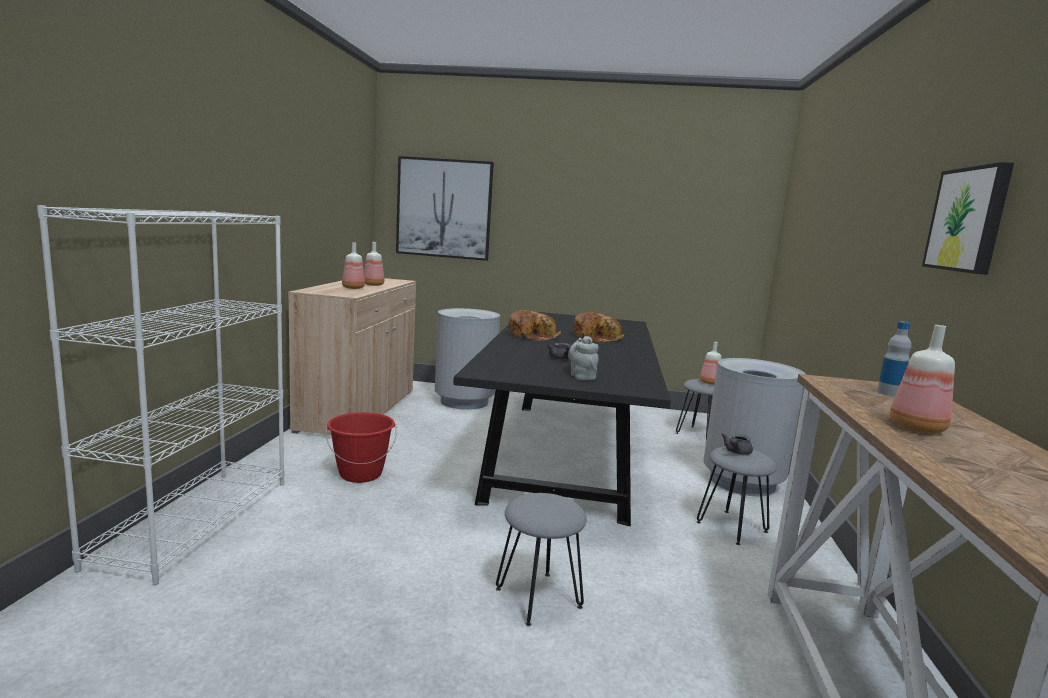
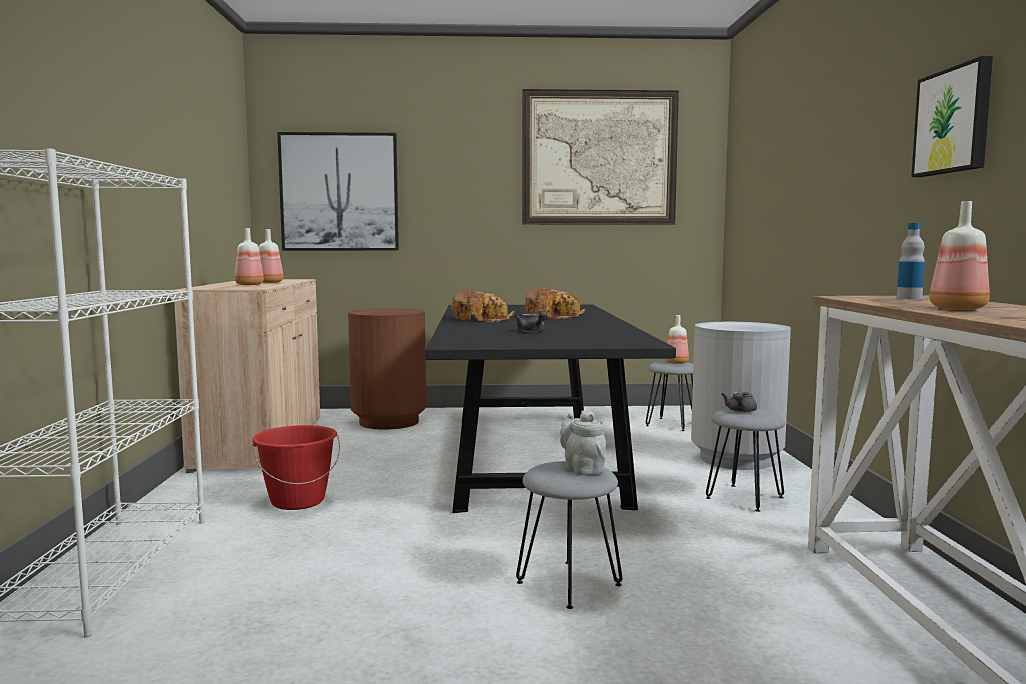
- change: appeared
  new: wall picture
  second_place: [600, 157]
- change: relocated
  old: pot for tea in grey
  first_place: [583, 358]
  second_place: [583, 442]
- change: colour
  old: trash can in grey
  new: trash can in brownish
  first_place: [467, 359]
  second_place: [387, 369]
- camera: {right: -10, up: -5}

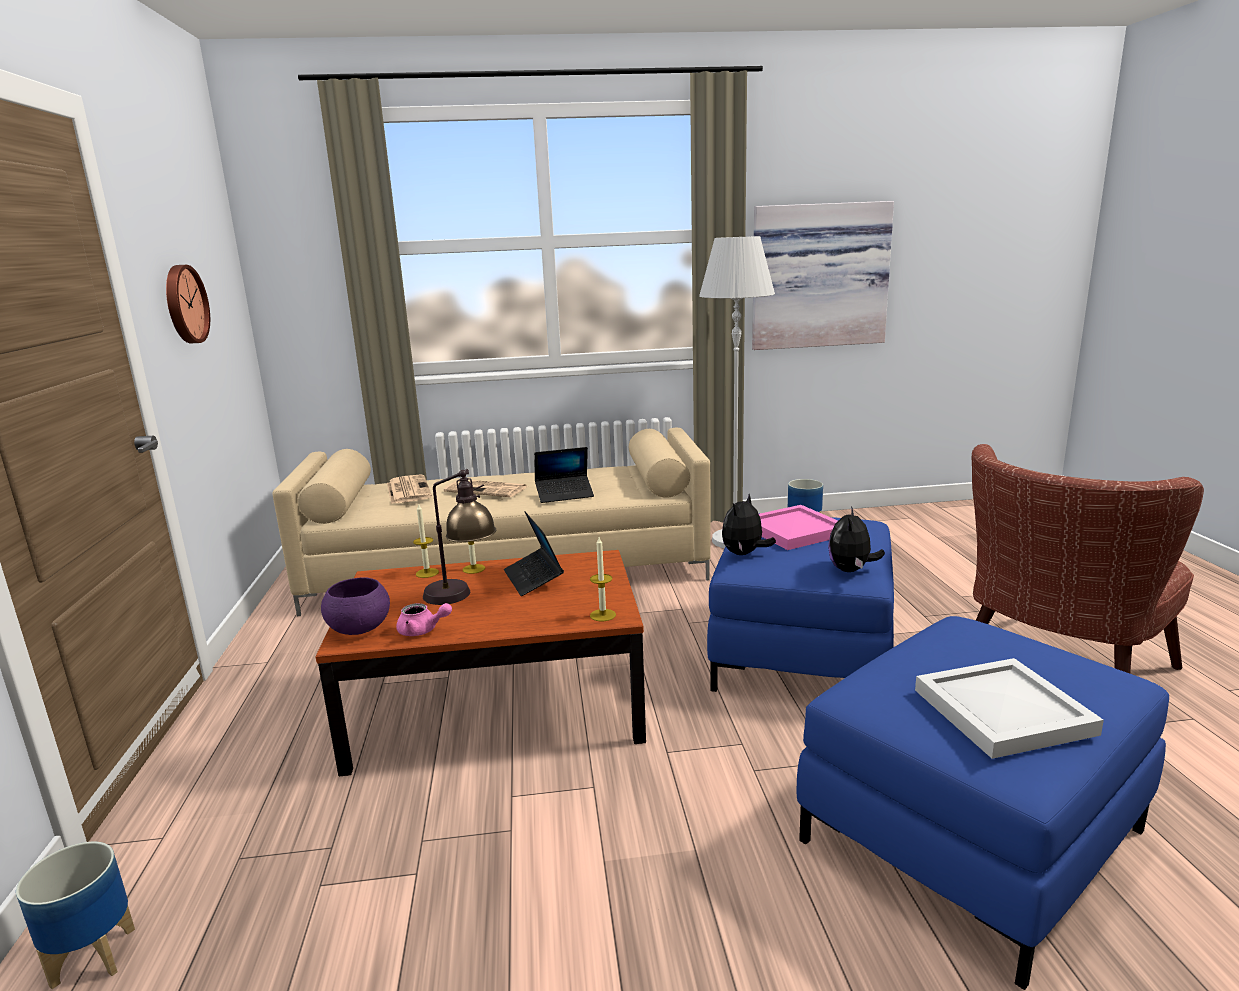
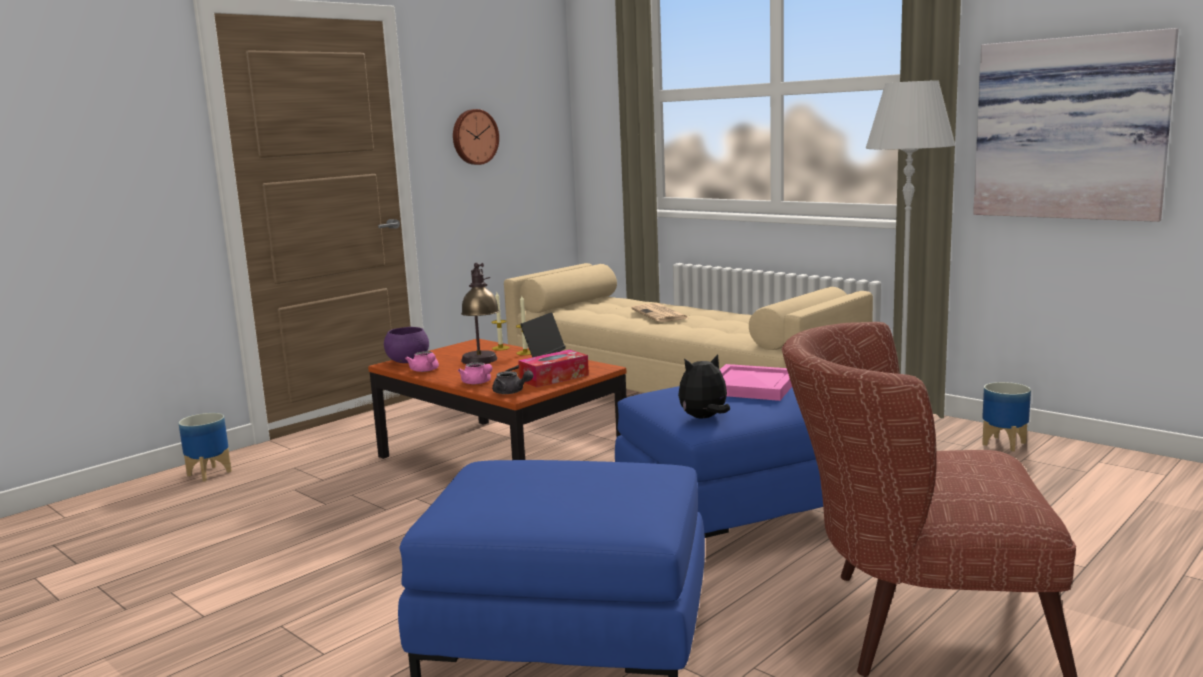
- change: missing
  old: newspaper
  first_place: [409, 489]
- change: missing
  old: notebook computer
  first_place: [564, 475]
- change: missing
  old: soft toy
  first_place: [749, 524]
- change: missing
  old: serving tray in whitish
  first_place: [1009, 708]
- change: appeared
  new: pot for tea in pink-coloured
  second_place: [475, 373]
- change: appeared
  new: tissue holder
  second_place: [553, 368]
- change: exchanged
  old: wax light
  new: pot for tea in grey
  first_place: [603, 579]
  second_place: [512, 382]
- camera: {right: 50, up: -5}

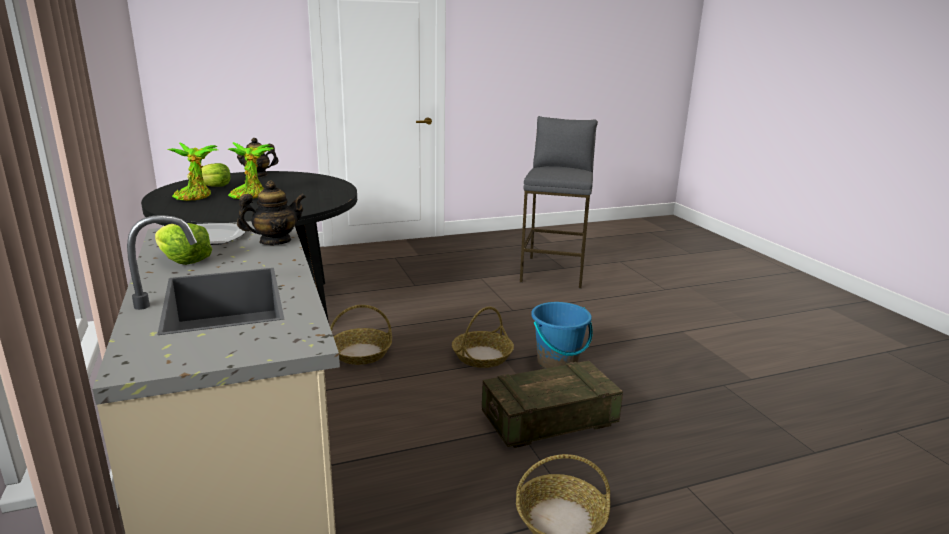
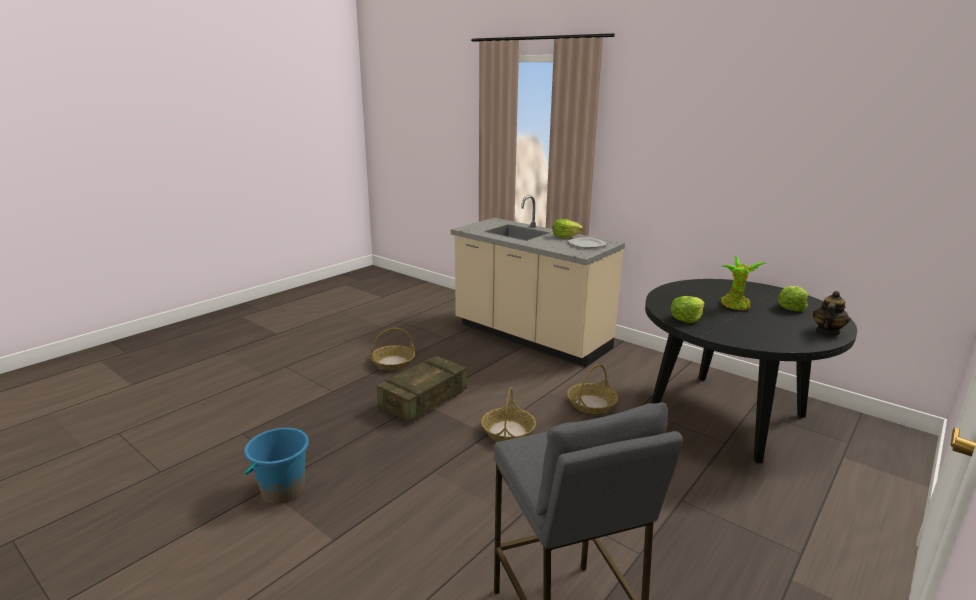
- change: missing
  old: plant in a pot
  first_place: [193, 172]
- change: missing
  old: pot for tea
  first_place: [271, 212]
- change: appeared
  new: head of lettuce
  second_place: [688, 309]
- change: relocated
  old: bucket in blue-coloured
  first_place: [562, 335]
  second_place: [276, 466]
- camera: {right: 150, up: 0}

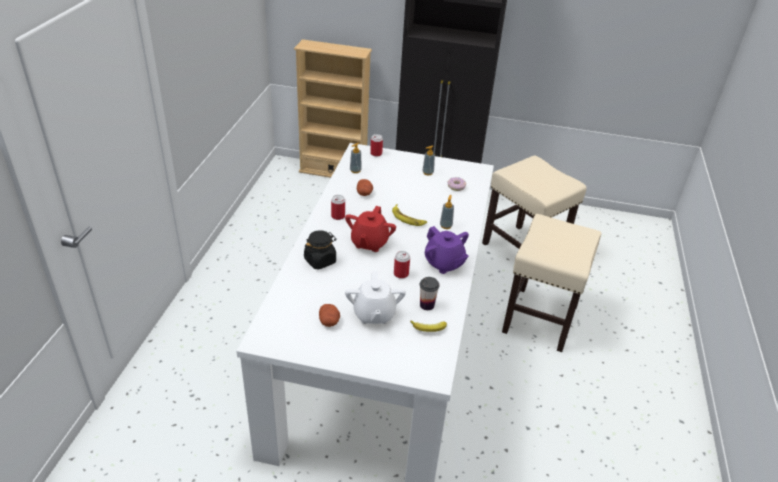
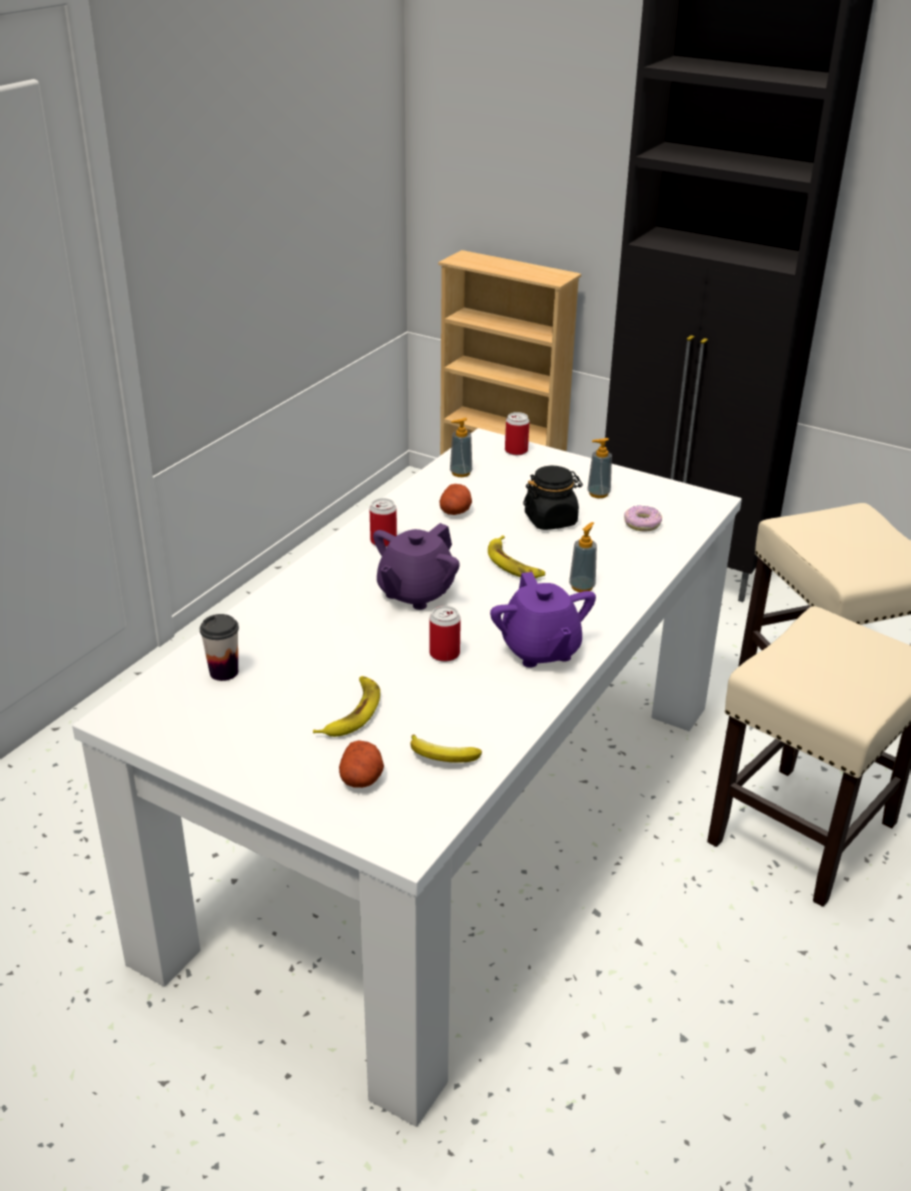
- change: relocated
  old: preserve jar in black
  first_place: [320, 250]
  second_place: [553, 498]
- change: relocated
  old: potato
  first_place: [329, 315]
  second_place: [361, 764]
- change: relocated
  old: cup
  first_place: [429, 293]
  second_place: [219, 647]
- change: exchanged
  old: pot for tea in whitish
  new: whole banana
  first_place: [375, 297]
  second_place: [346, 706]
- change: colour
  old: pot for tea in red-coloured
  new: pot for tea in purple-coloured
  first_place: [370, 229]
  second_place: [416, 566]
- camera: {right: 20, up: -5}

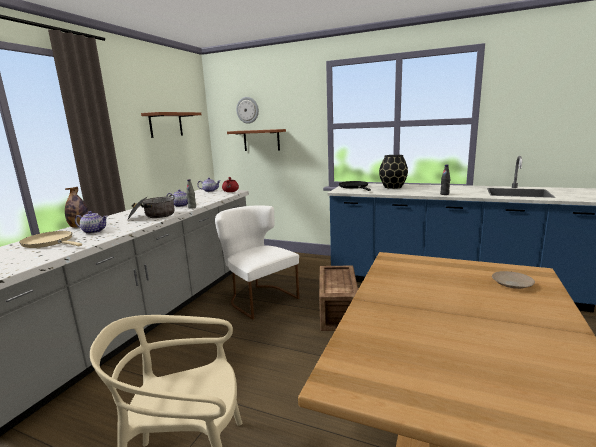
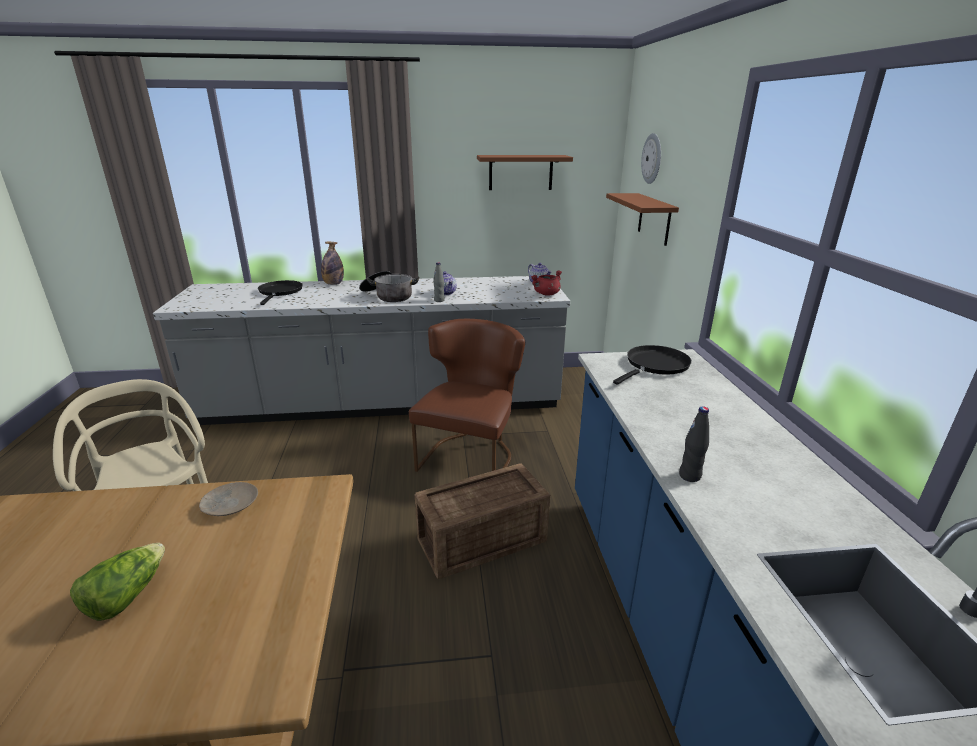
- change: missing
  old: pot for tea
  first_place: [91, 222]
- change: missing
  old: vase in black
  first_place: [393, 172]
- change: appeared
  new: head of lettuce
  second_place: [117, 582]
- change: relocated
  old: flat dish in beige-coloured
  first_place: [513, 280]
  second_place: [228, 499]
- change: colour
  old: frying pan in beige-coloured
  new: frying pan in black
  first_place: [50, 239]
  second_place: [280, 292]
- change: colour
  old: plain chair in whitish
  new: plain chair in brownish
  first_place: [257, 263]
  second_place: [467, 395]
- camera: {right: 60, up: 10}

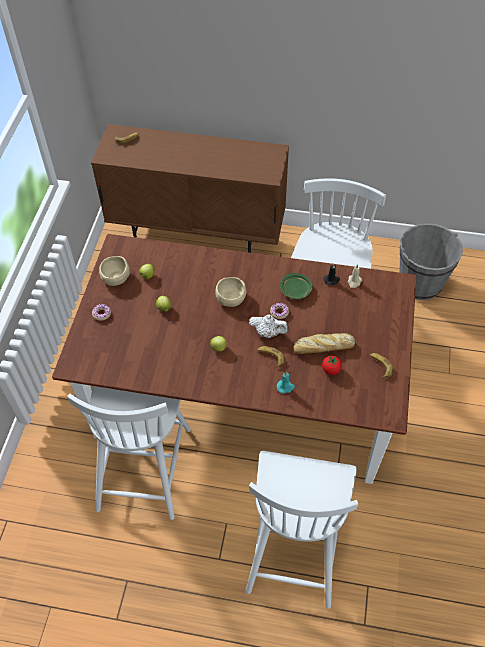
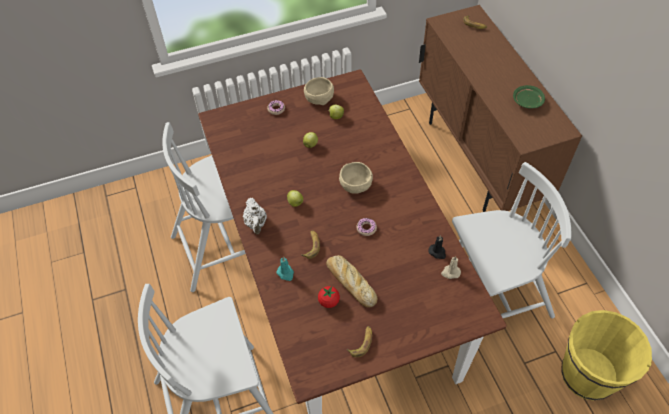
- change: relocated
  old: pot for tea in whitish
  first_place: [269, 326]
  second_place: [255, 216]
- change: relocated
  old: flat dish in green-coloured
  first_place: [296, 286]
  second_place: [529, 96]
- change: colour
  old: bucket in grey
  new: bucket in yellow-coloured
  first_place: [431, 261]
  second_place: [606, 355]
- camera: {right: 60, up: 0}

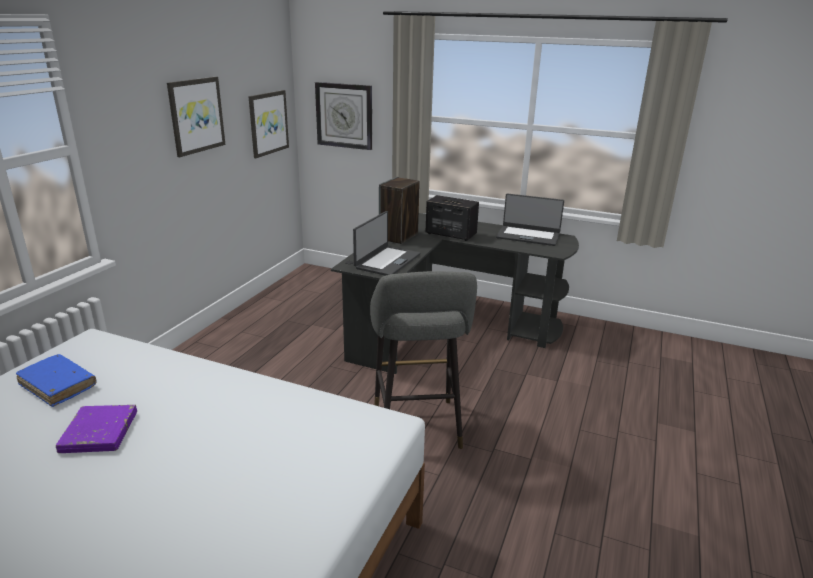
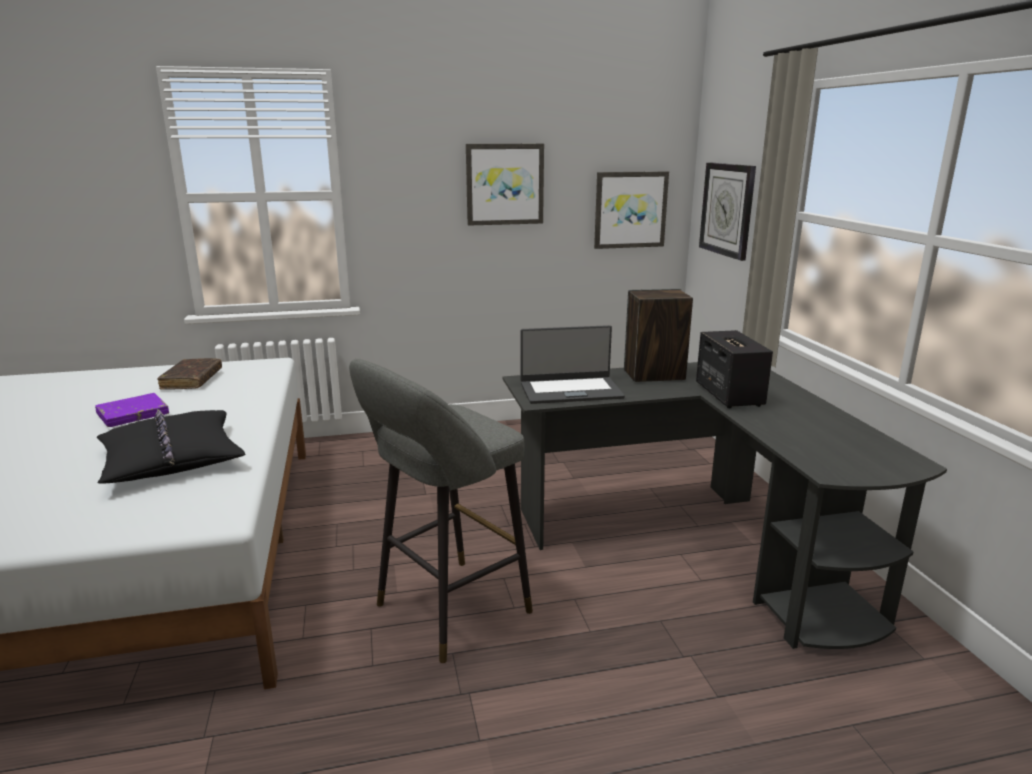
- change: missing
  old: notebook computer
  first_place: [530, 219]
- change: appeared
  new: throw pillow in black
  second_place: [171, 446]
- change: colour
  old: volume in blue-coloured
  new: volume in brownish
  first_place: [56, 380]
  second_place: [189, 374]
- camera: {right: 55, up: -5}

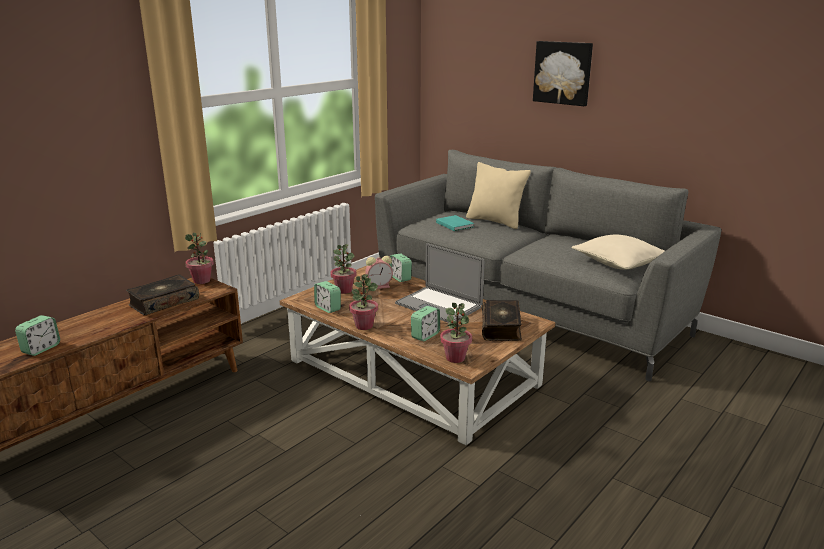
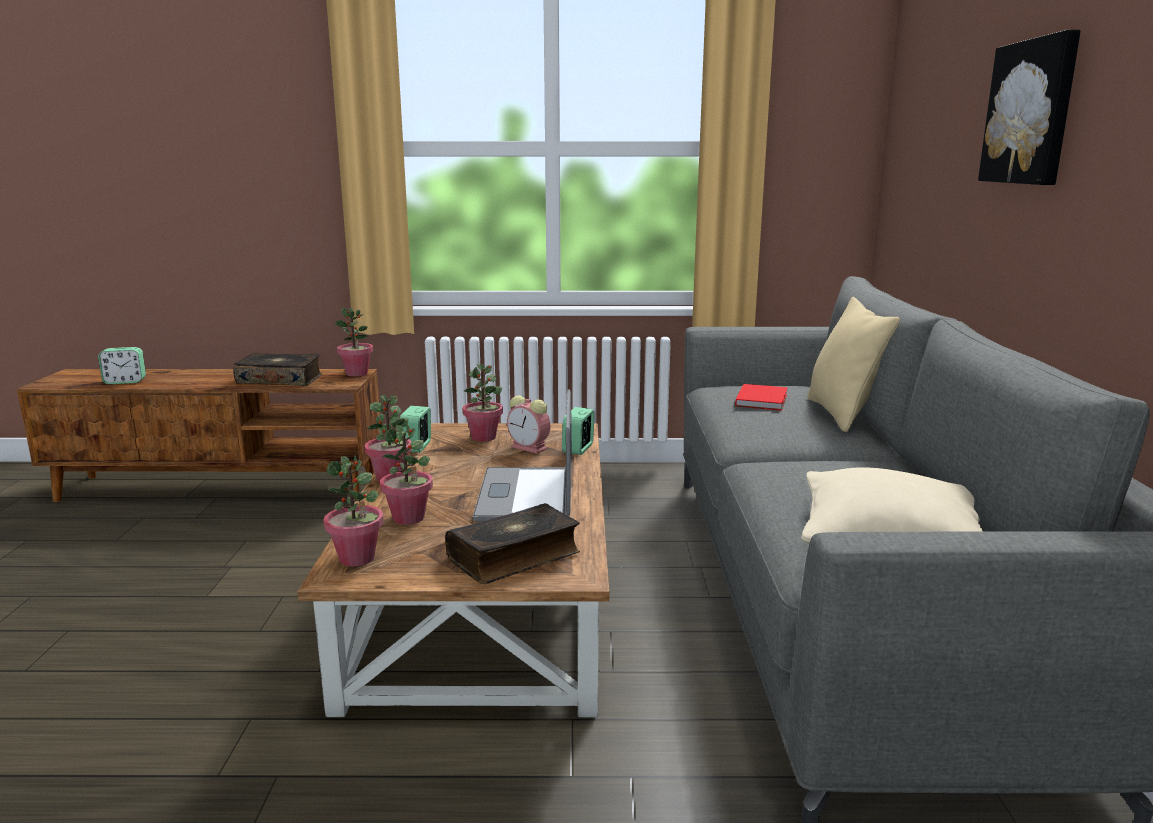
- change: exchanged
  old: alarm clock
  new: plant in a pot
  first_place: [425, 323]
  second_place: [406, 475]
- change: colour
  old: volume in blue-green
  new: volume in red-coloured
  first_place: [455, 223]
  second_place: [761, 397]
- camera: {right: 50, up: -5}

